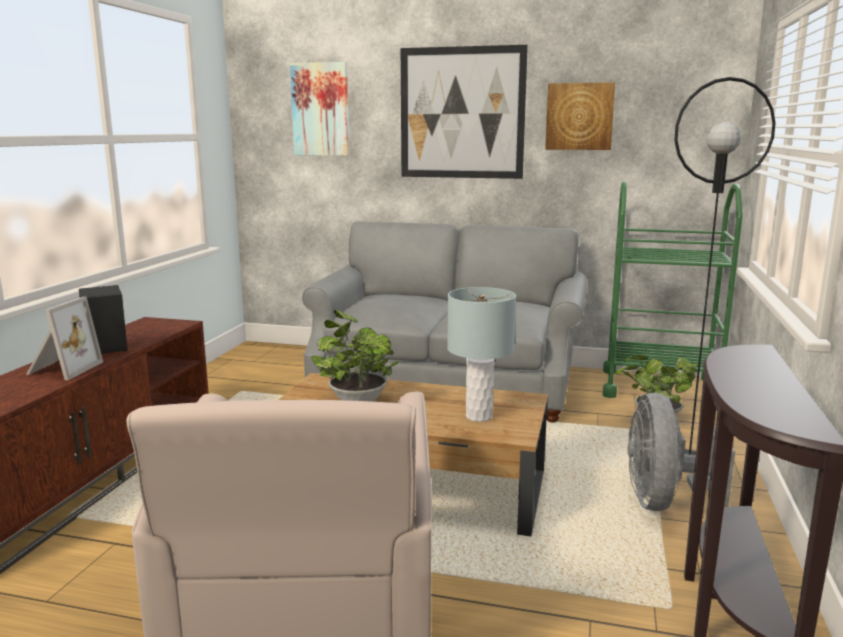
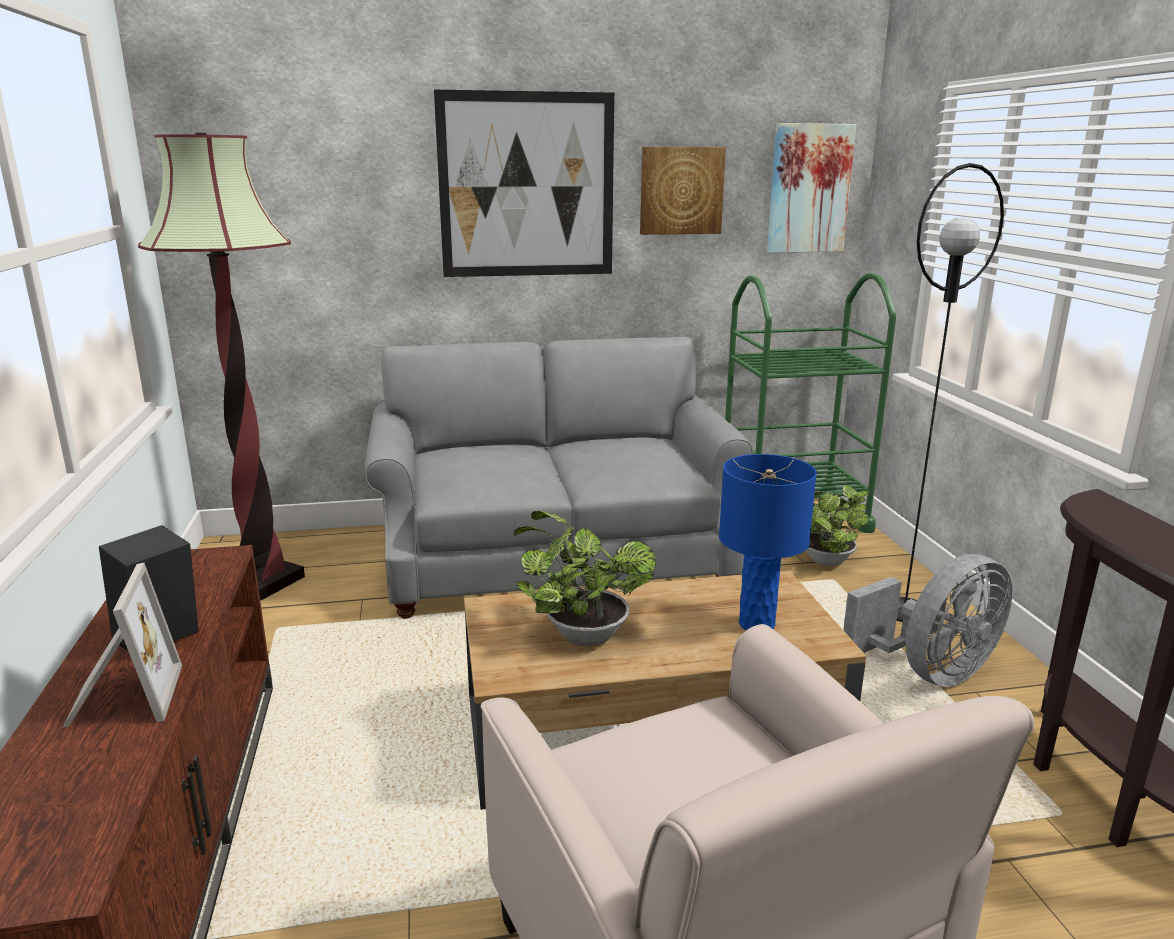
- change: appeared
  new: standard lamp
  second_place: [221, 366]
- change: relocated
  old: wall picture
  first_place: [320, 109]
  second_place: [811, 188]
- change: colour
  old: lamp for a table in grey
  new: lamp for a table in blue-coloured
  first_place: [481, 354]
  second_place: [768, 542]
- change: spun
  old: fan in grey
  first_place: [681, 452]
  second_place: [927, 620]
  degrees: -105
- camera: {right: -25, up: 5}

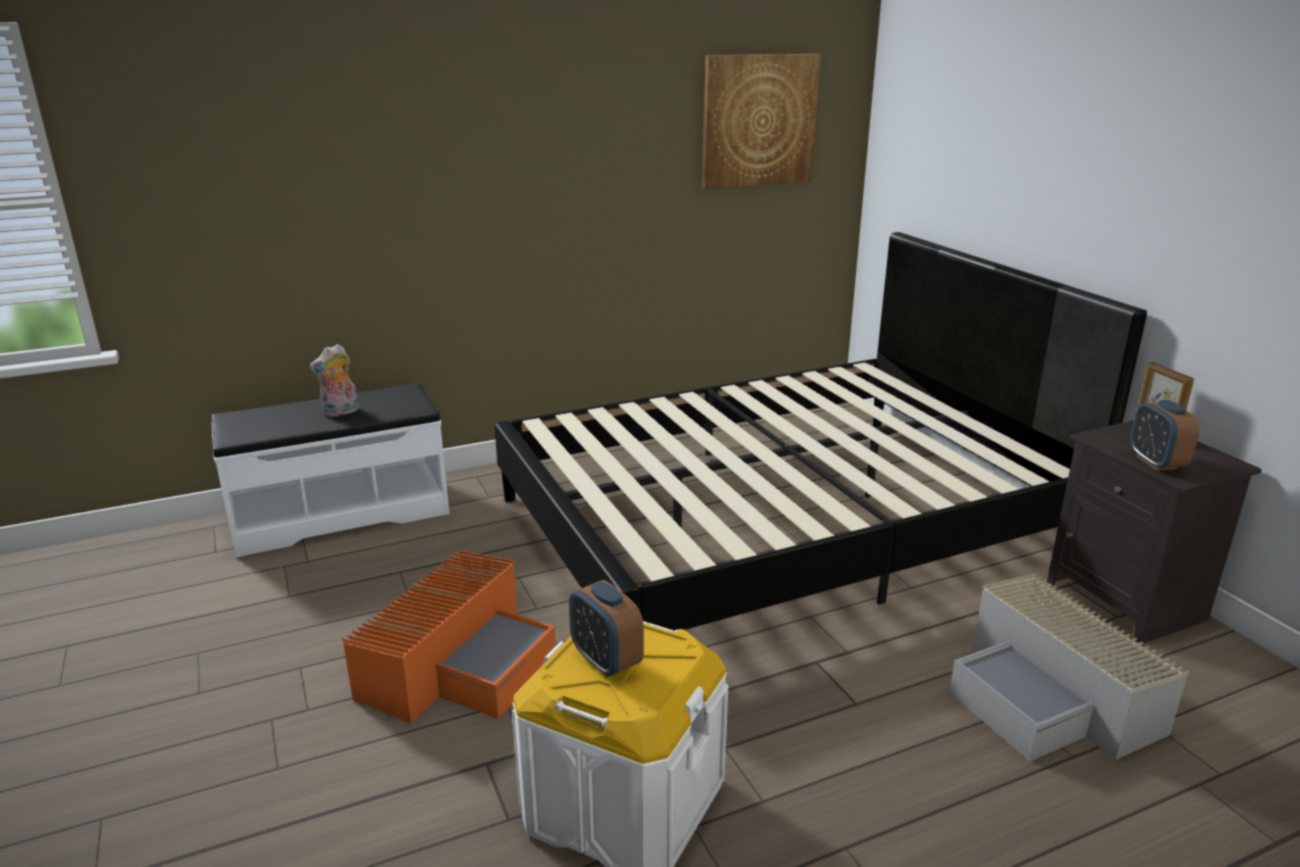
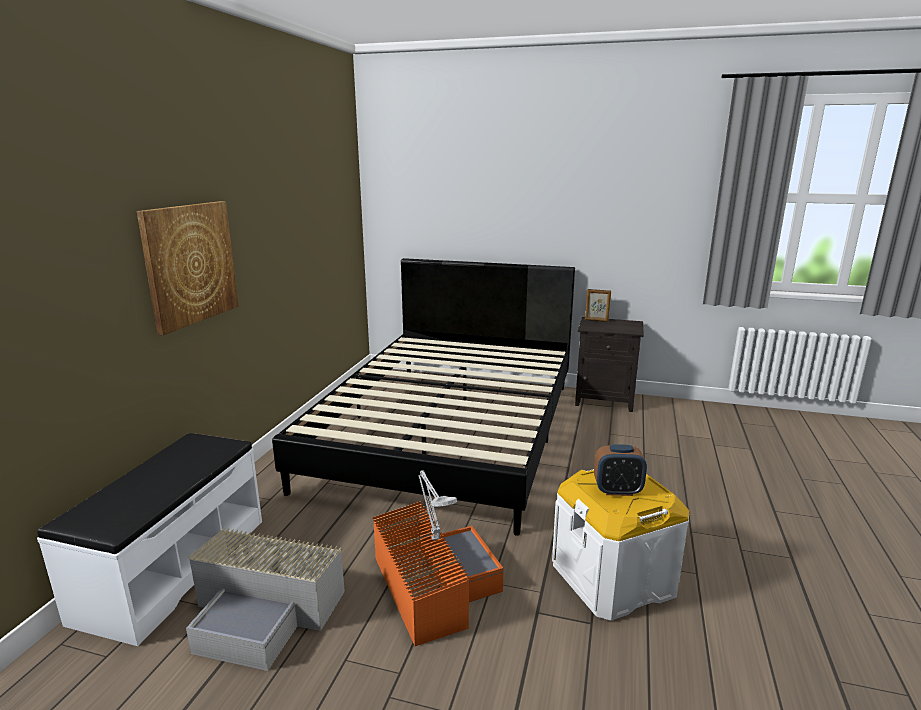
- change: missing
  old: soft toy
  first_place: [334, 380]
- change: missing
  old: alarm clock
  first_place: [1164, 435]
- change: appeared
  new: lamp for a table in grey
  second_place: [438, 505]
- change: relocated
  old: wall picture
  first_place: [761, 121]
  second_place: [187, 268]
- change: relocated
  old: storage container in grey
  first_place: [1069, 667]
  second_place: [265, 599]
- camera: {right: -50, up: -5}

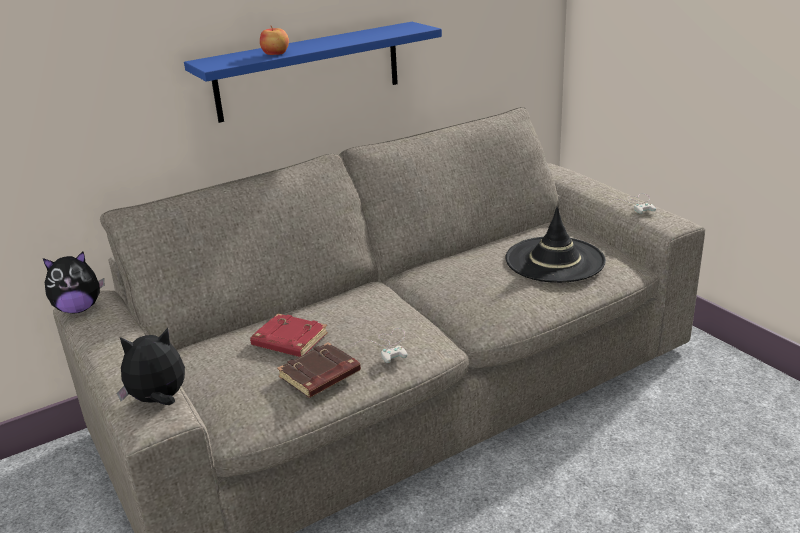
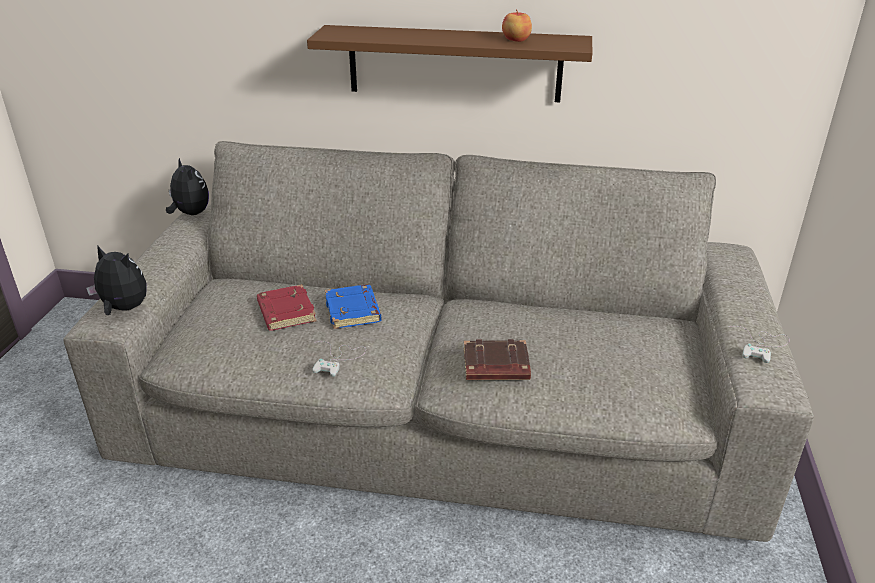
- change: missing
  old: clothing hat in black
  first_place: [556, 244]
- change: appeared
  new: volume in blue-coloured
  second_place: [353, 306]
- change: relocated
  old: apple
  first_place: [274, 40]
  second_place: [517, 25]
- change: relocated
  old: volume in brownish
  first_place: [319, 370]
  second_place: [497, 359]
- change: colour
  old: wall shelf in blue-coloured
  new: wall shelf in brownish
  first_place: [313, 72]
  second_place: [449, 63]
- change: spun
  old: soft toy
  first_place: [73, 282]
  second_place: [187, 186]
  degrees: -150
- camera: {right: 40, up: 5}

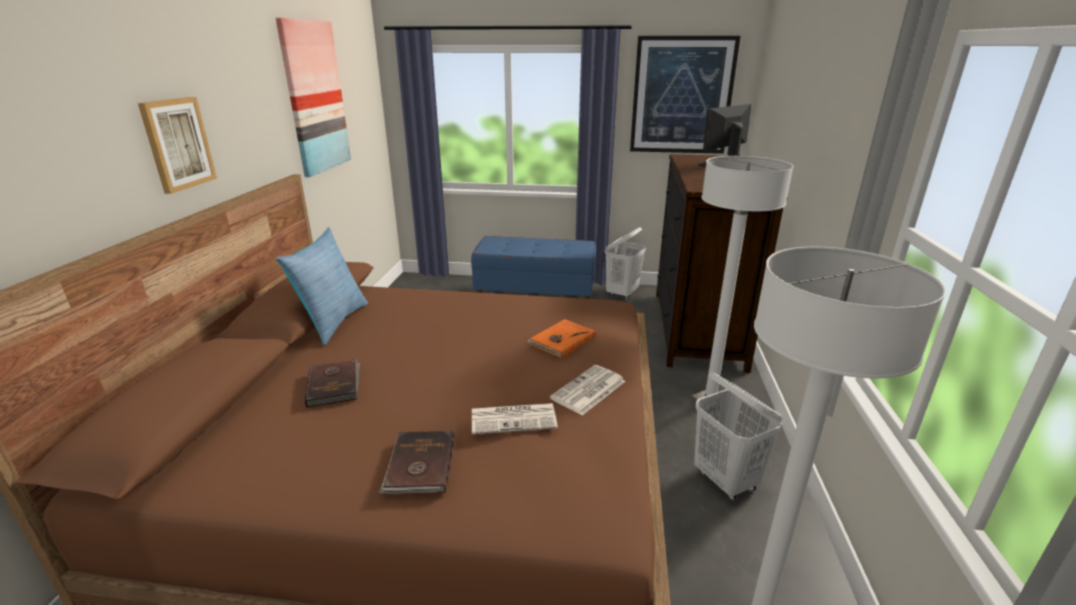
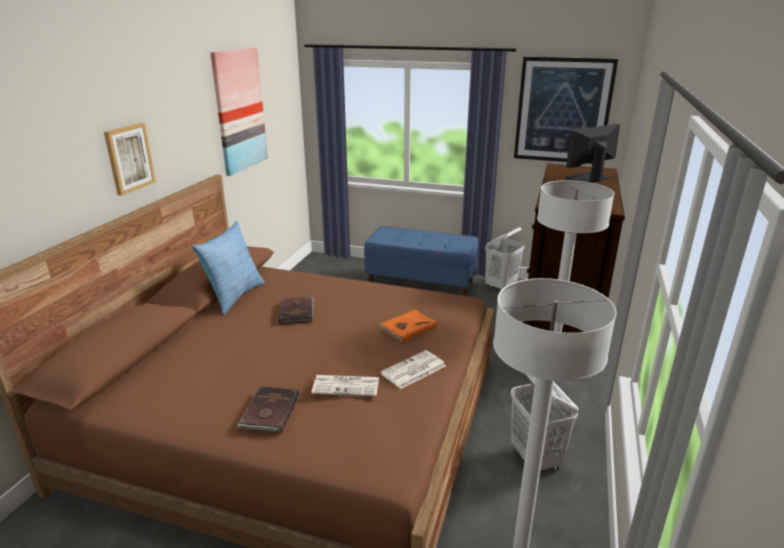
- change: relocated
  old: volume in brownish
  first_place: [332, 383]
  second_place: [297, 310]
- camera: {right: 10, up: 0}

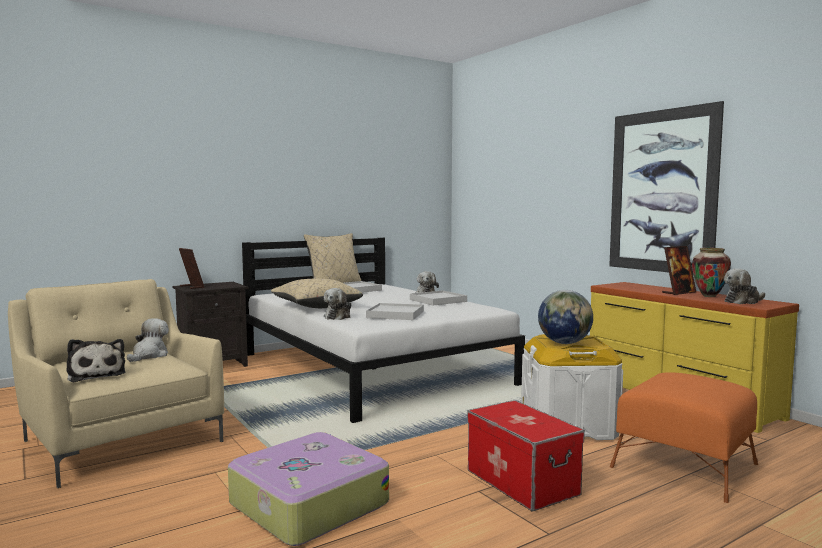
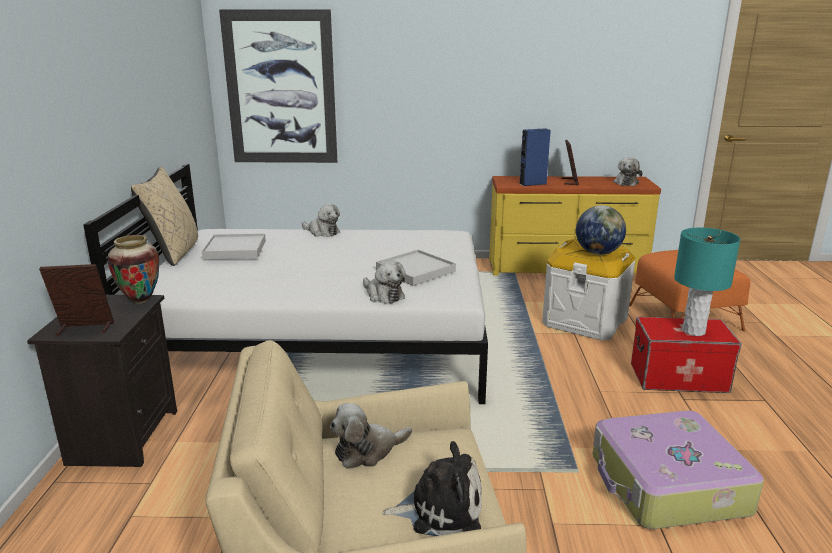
- change: missing
  old: throw pillow in beige-coloured
  first_place: [317, 293]
- change: missing
  old: serving tray in whitish
  first_place: [438, 298]
- change: appeared
  new: loudspeaker in blue-coloured
  second_place: [535, 157]
- change: appeared
  new: lamp for a table in blue-green
  second_place: [707, 282]
- change: relocated
  old: wall picture
  first_place: [666, 186]
  second_place: [278, 86]
- change: relocated
  old: vase
  first_place: [711, 272]
  second_place: [133, 269]
- change: spun
  old: soft toy
  first_place: [148, 340]
  second_place: [371, 436]
  degrees: -75
- camera: {right: -55, up: 15}

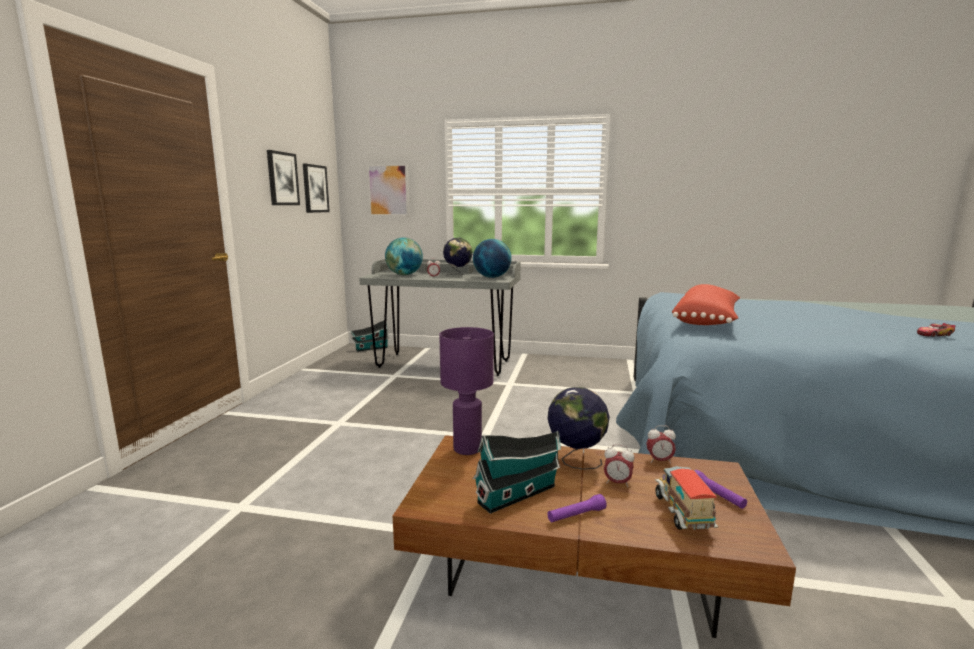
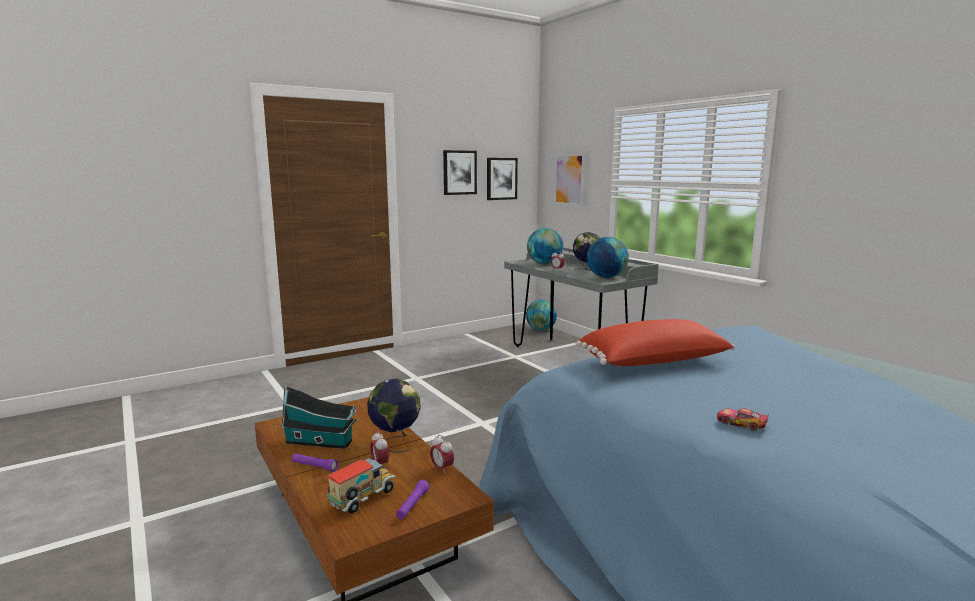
- change: missing
  old: lamp for a table in purple-coloured
  first_place: [466, 391]
- change: relocated
  old: model car
  first_place: [936, 330]
  second_place: [743, 419]
- change: exchanged
  old: miniature house
  new: desk globe
  first_place: [370, 336]
  second_place: [541, 315]
- camera: {right: 45, up: 0}

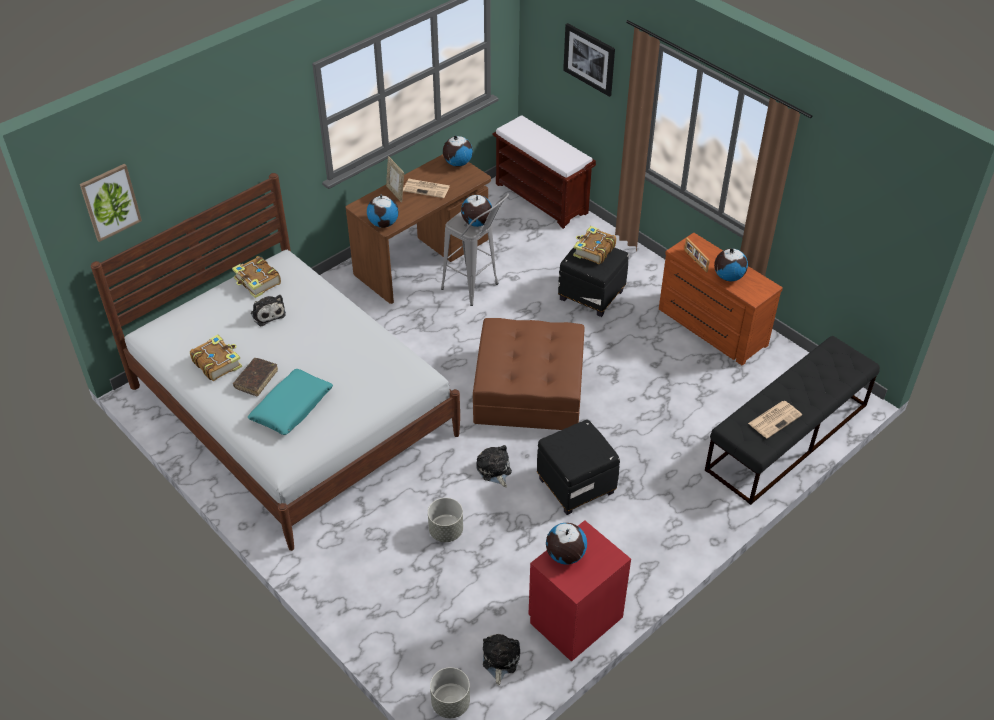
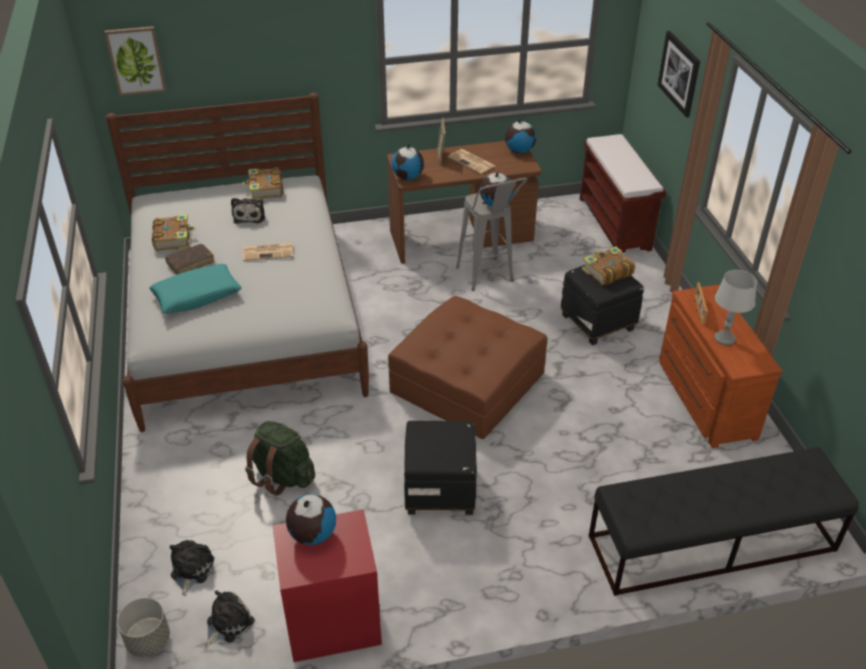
- change: relocated
  old: soft toy
  first_place: [494, 466]
  second_place: [191, 568]
- change: relocated
  old: newspaper
  first_place: [775, 420]
  second_place: [268, 252]
- change: exchanged
  old: plant pot in grey
  new: knapsack in green-coloured
  first_place: [445, 520]
  second_place: [280, 458]
- change: exchanged
  old: desk globe
  new: lamp for a table in grey
  first_place: [731, 264]
  second_place: [735, 307]
- camera: {right: 30, up: -5}

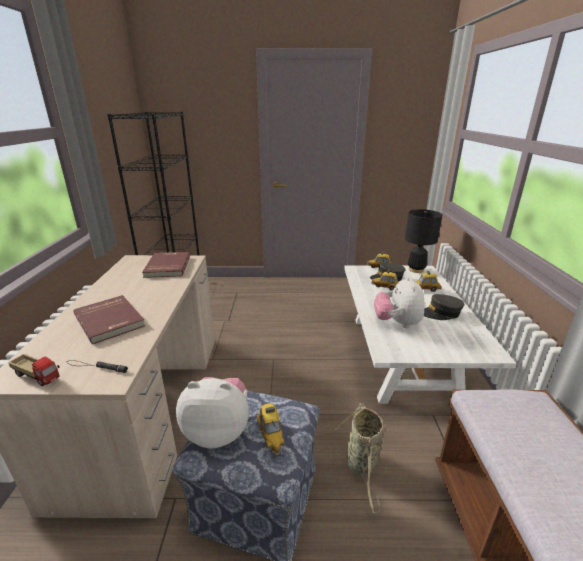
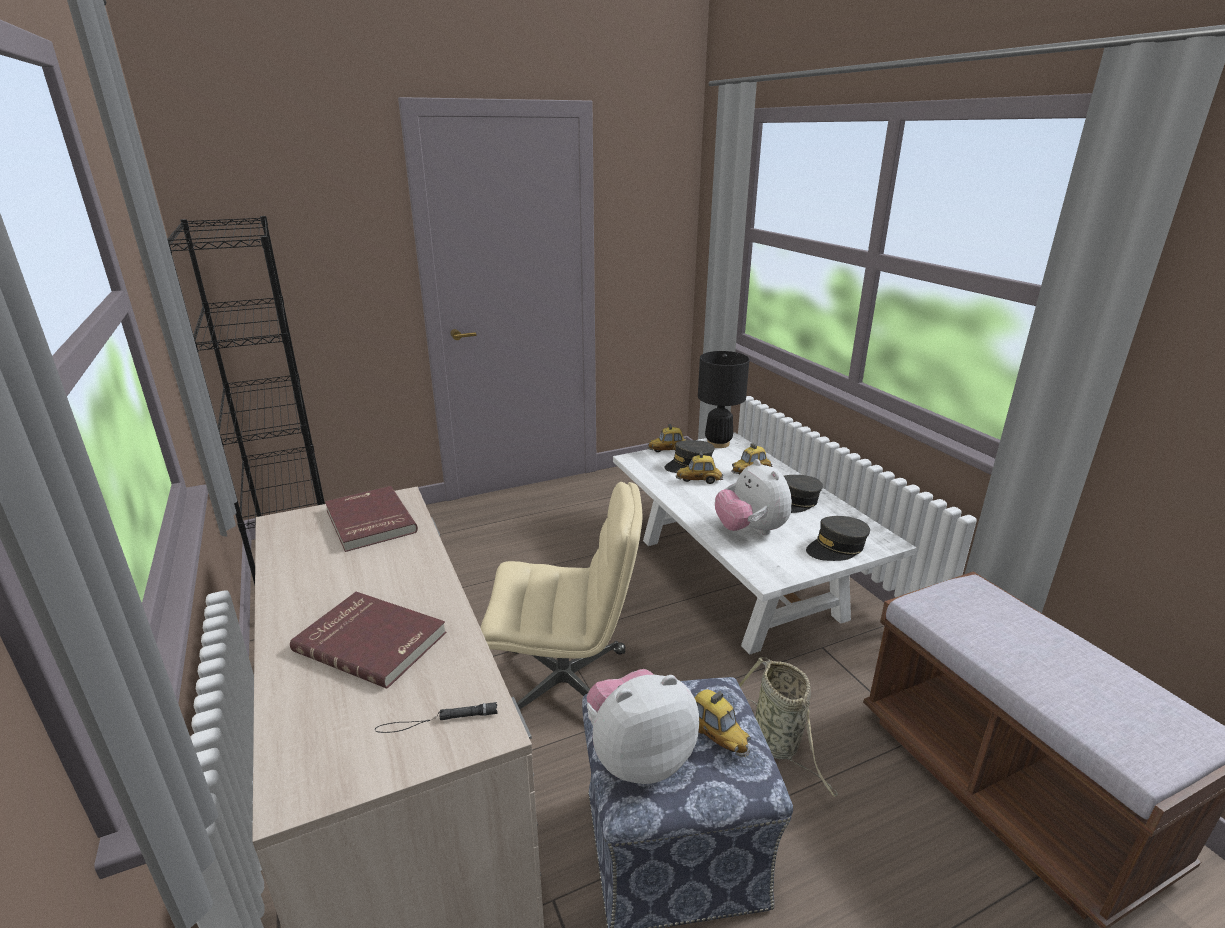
- change: missing
  old: model truck
  first_place: [33, 370]
- change: appeared
  new: computer chair in beige-coloured
  second_place: [561, 595]
- change: appeared
  new: peaked cap in grey
  second_place: [838, 538]
- camera: {right: -25, up: 0}

